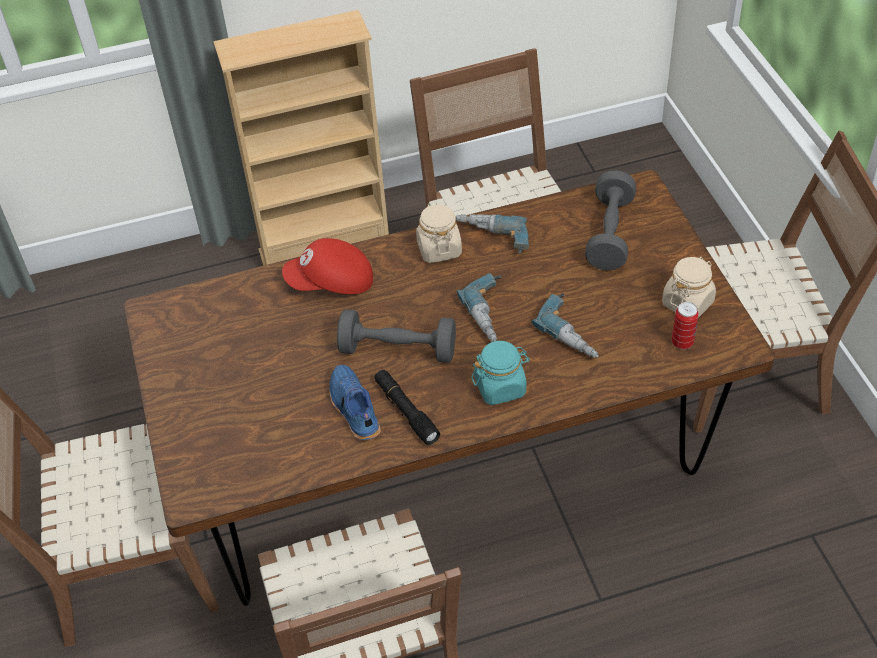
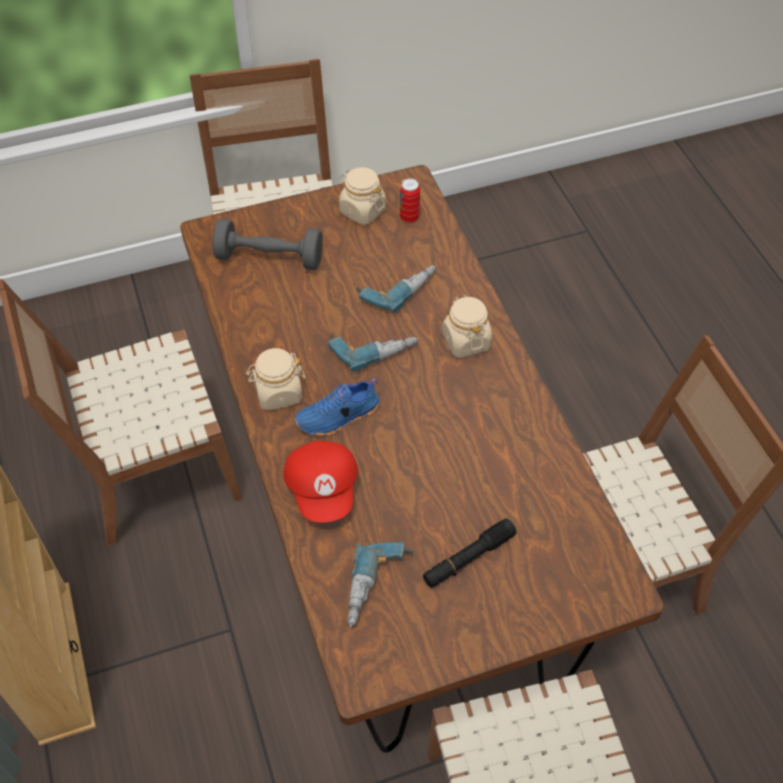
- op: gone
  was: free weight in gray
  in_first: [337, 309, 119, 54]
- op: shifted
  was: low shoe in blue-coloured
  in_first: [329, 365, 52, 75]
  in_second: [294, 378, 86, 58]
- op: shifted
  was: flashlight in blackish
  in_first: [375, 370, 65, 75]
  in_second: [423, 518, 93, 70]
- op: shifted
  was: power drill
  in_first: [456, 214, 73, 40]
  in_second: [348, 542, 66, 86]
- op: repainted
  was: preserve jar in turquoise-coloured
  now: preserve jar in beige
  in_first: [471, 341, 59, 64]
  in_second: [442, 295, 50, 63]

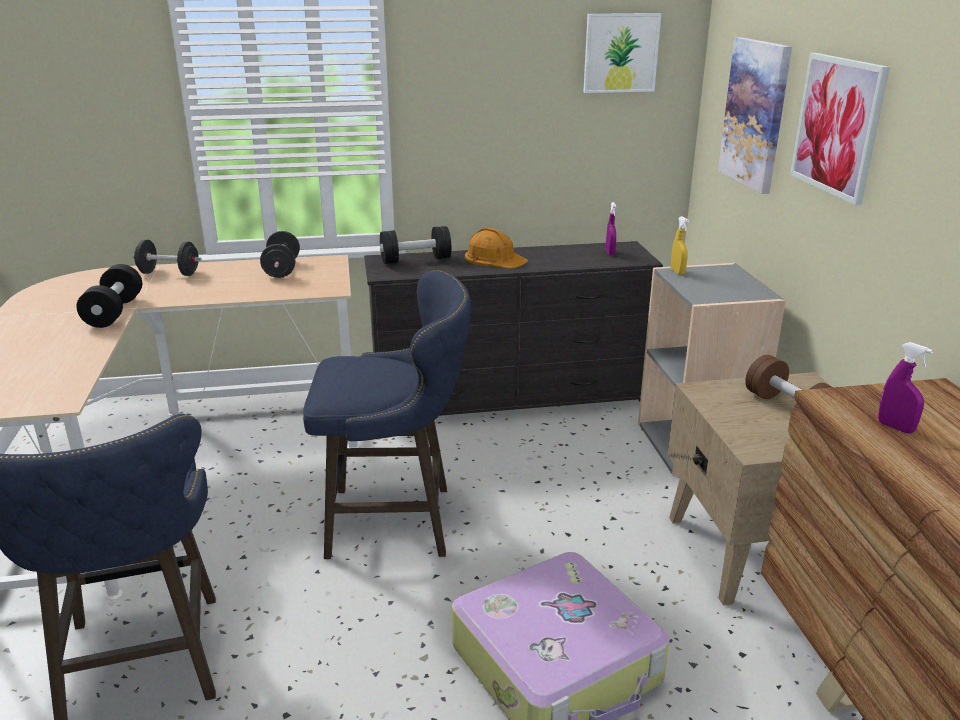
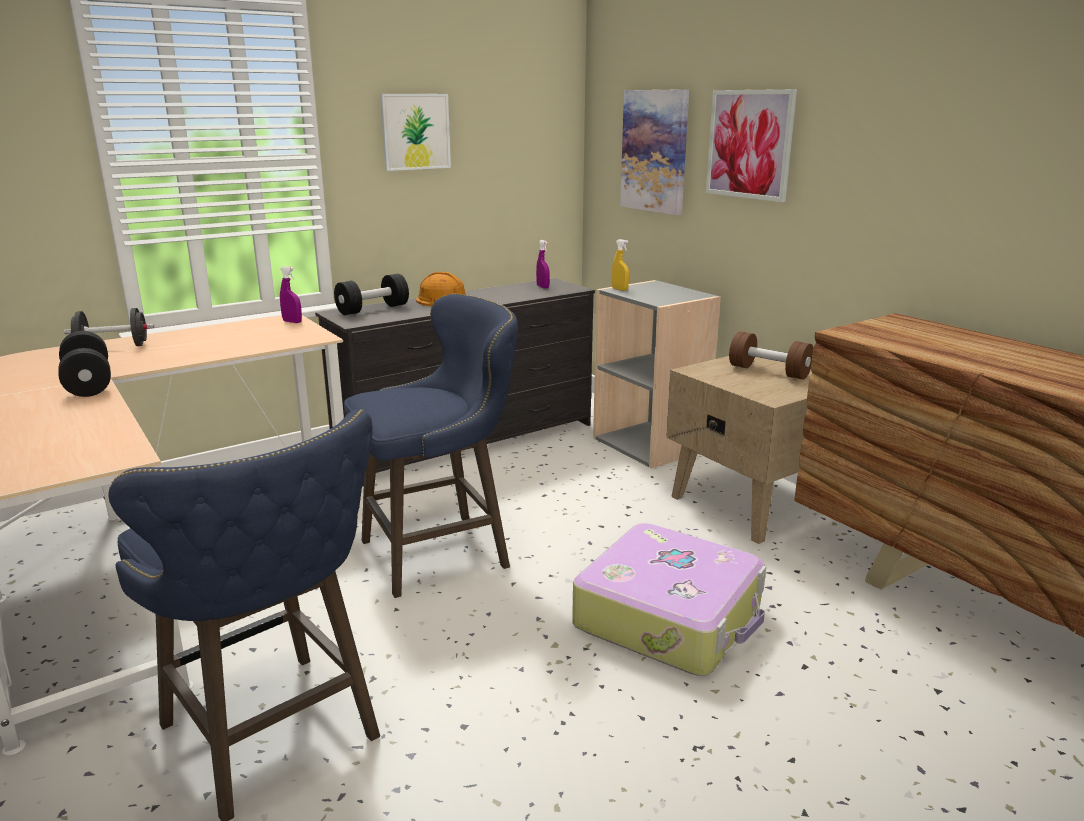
- op: gone
  was: free weight in blackish
  in_first: [260, 231, 40, 47]
- op: shifted
  was: picture
  in_first: [583, 13, 78, 80]
  in_second: [380, 94, 71, 77]
- op: shifted
  was: hand sprayer in purplish
  in_first: [878, 342, 55, 92]
  in_second: [280, 266, 22, 57]

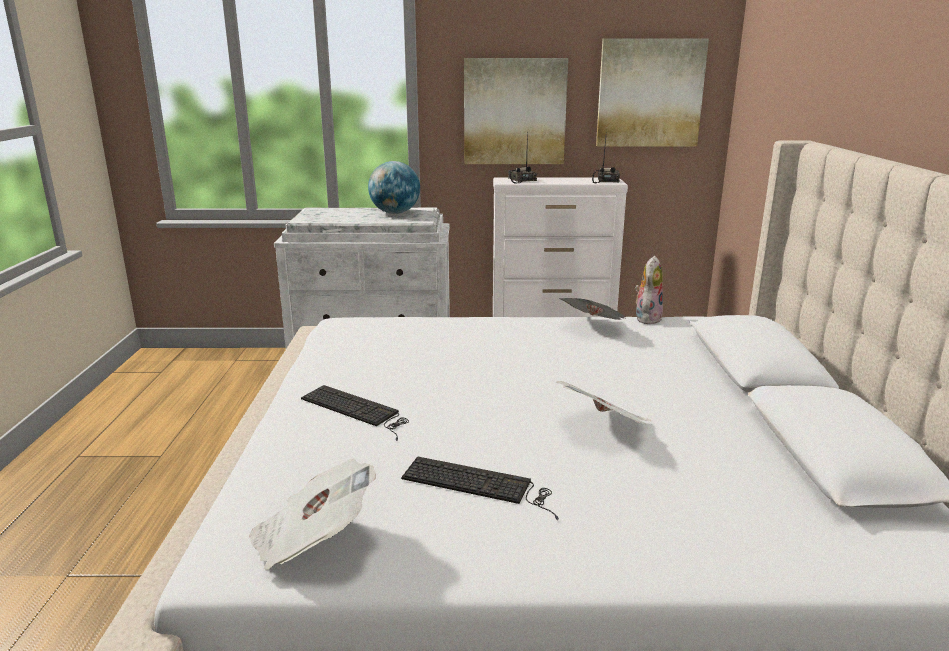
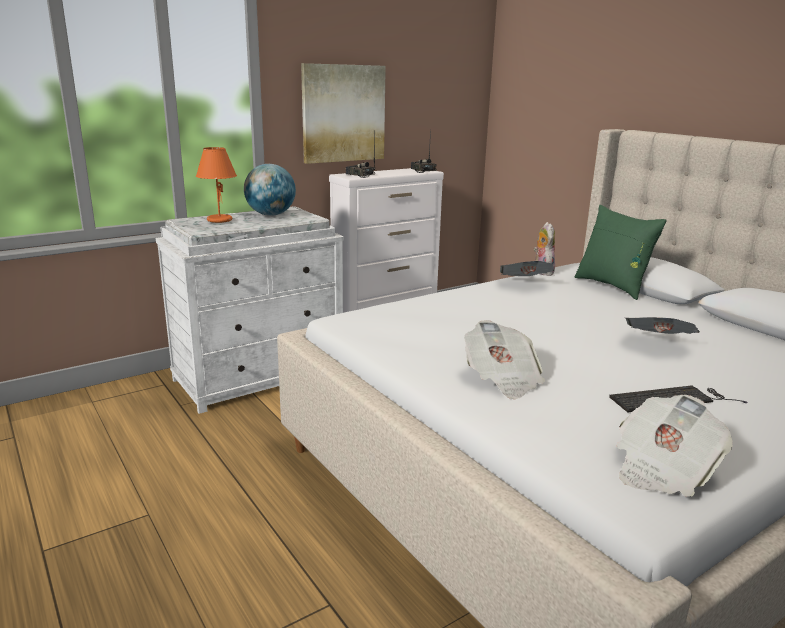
- op: gone
  was: picture
  in_first: [596, 38, 113, 109]
- op: new
  now: table lamp in orange
  in_second: [196, 147, 41, 76]
- op: new
  now: cushion in green
  in_second: [574, 205, 93, 95]
- op: swapped
  was: keyboard
  now: printed paper
  in_first: [301, 385, 108, 56]
  in_second: [464, 320, 81, 80]

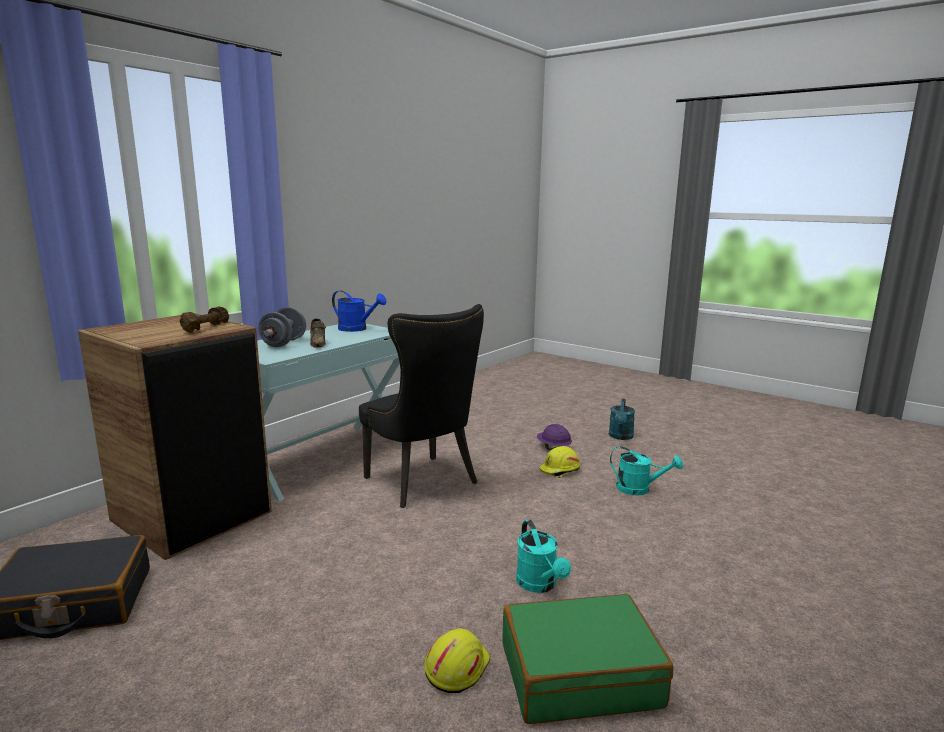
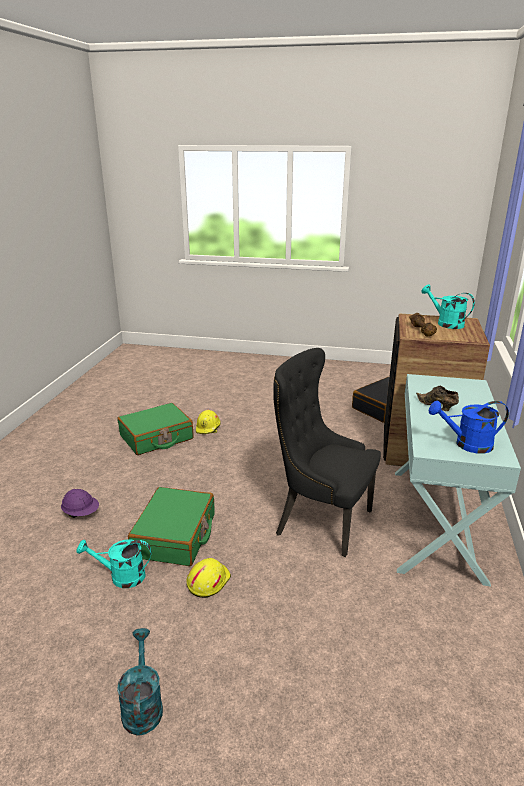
- op: gone
  was: free weight in gray
  in_first: [258, 307, 48, 40]
- op: new
  now: piece of luggage in green
  in_second: [128, 487, 87, 79]
- op: shifted
  was: watering pot in turquoise-coloured
  in_first: [516, 520, 55, 73]
  in_second: [421, 285, 54, 44]
- op: shifted
  was: safety helmet in purplish
  in_first: [537, 424, 35, 26]
  in_second: [61, 489, 38, 29]

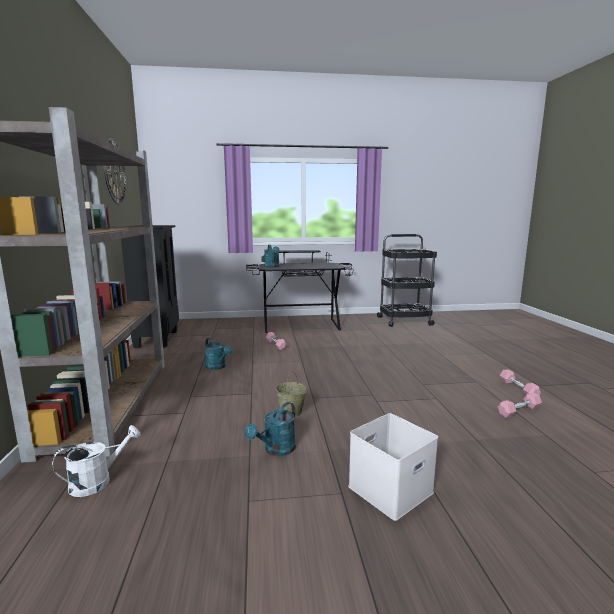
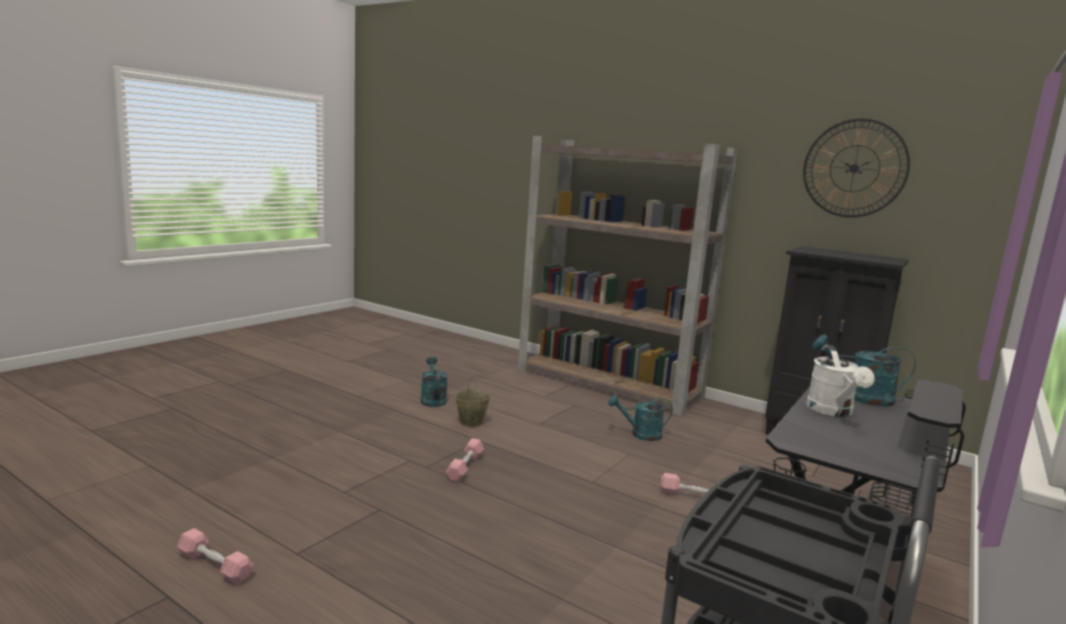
- op: gone
  was: storage box in white
  in_first: [348, 413, 90, 108]
- op: shifted
  was: watering pot in white
  in_first: [52, 425, 88, 72]
  in_second: [806, 345, 69, 72]
- op: shifted
  was: free weight in pink-coloured
  in_first: [497, 392, 45, 26]
  in_second: [446, 438, 38, 44]

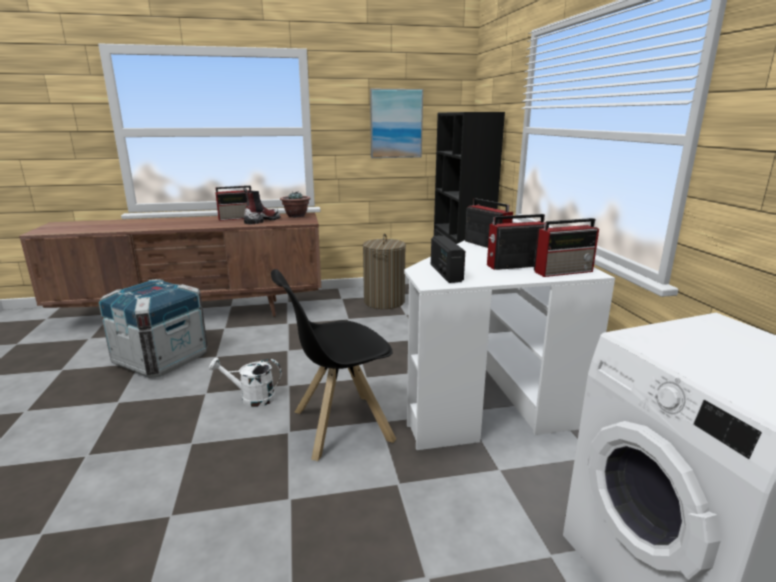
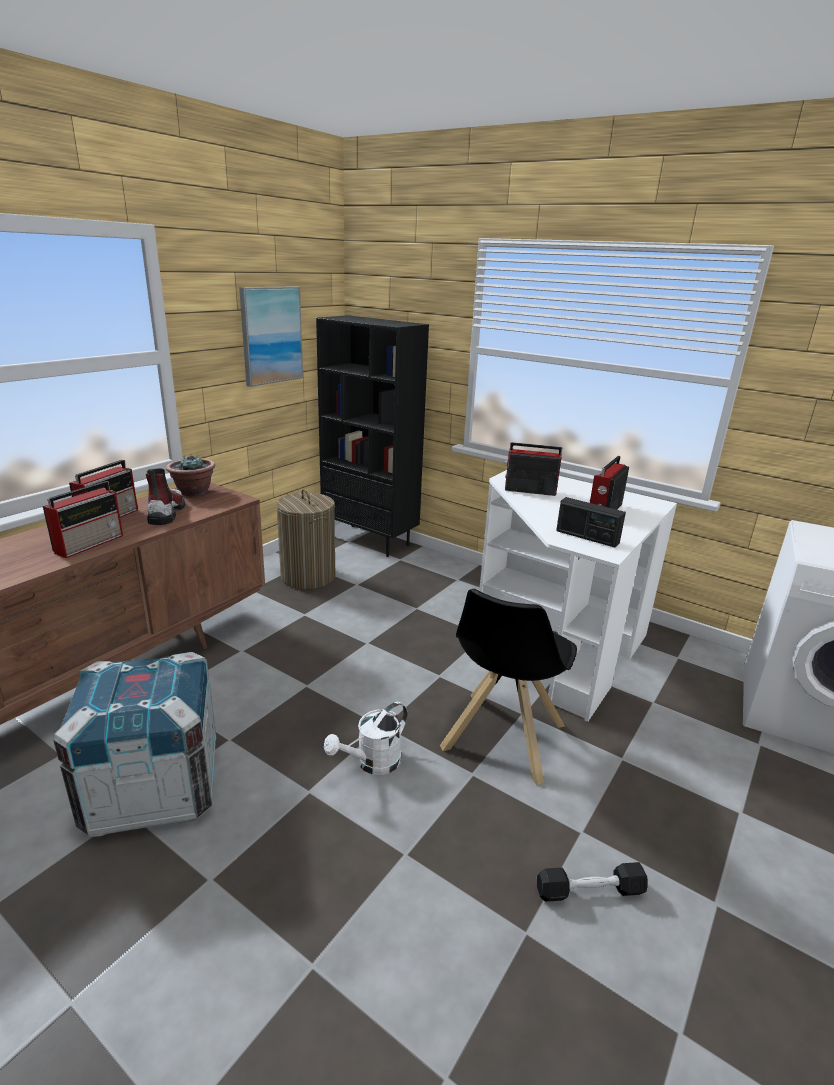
- op: new
  now: free weight in blackish
  in_second: [537, 862, 111, 40]
- op: shifted
  was: radio set
  in_first: [534, 218, 65, 59]
  in_second: [43, 481, 80, 77]

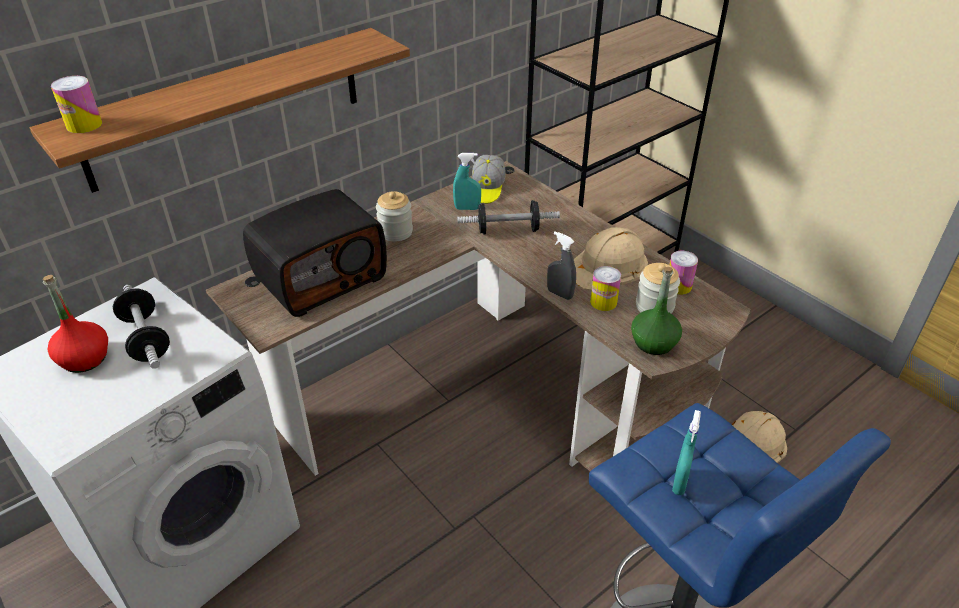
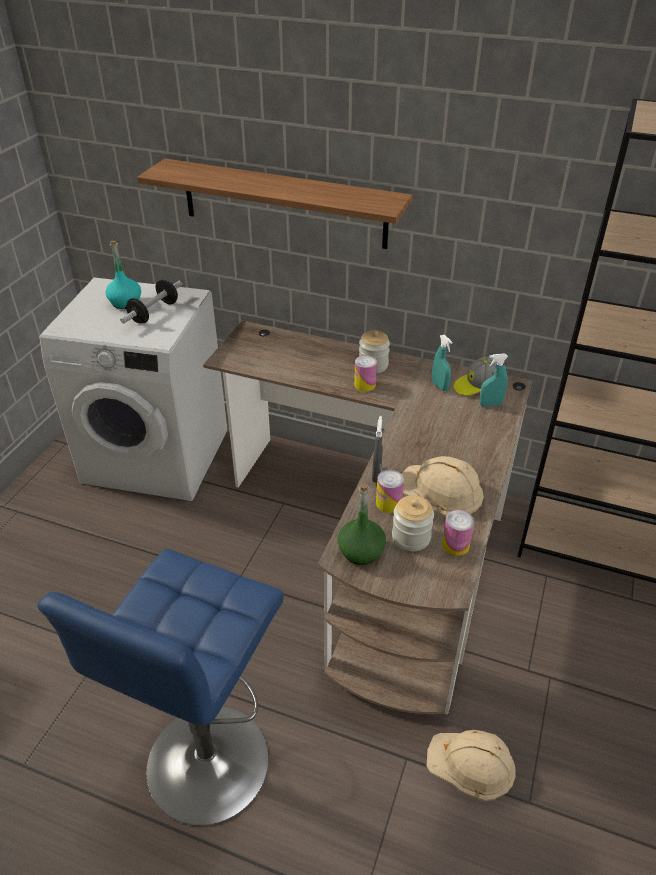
- op: gone
  was: radio set
  in_first: [243, 189, 144, 128]
- op: gone
  was: free weight
  in_first: [457, 200, 103, 35]
- op: shifted
  was: can
  in_first: [51, 76, 51, 57]
  in_second: [354, 355, 23, 37]
- op: shifted
  was: hand sprayer in turquoise-coloured
  in_first: [672, 410, 29, 85]
  in_second: [480, 353, 28, 54]
- op: repainted
  was: bottle in reddish
  now: bottle in turquoise-coloured
  in_first: [43, 275, 65, 98]
  in_second: [105, 241, 36, 68]

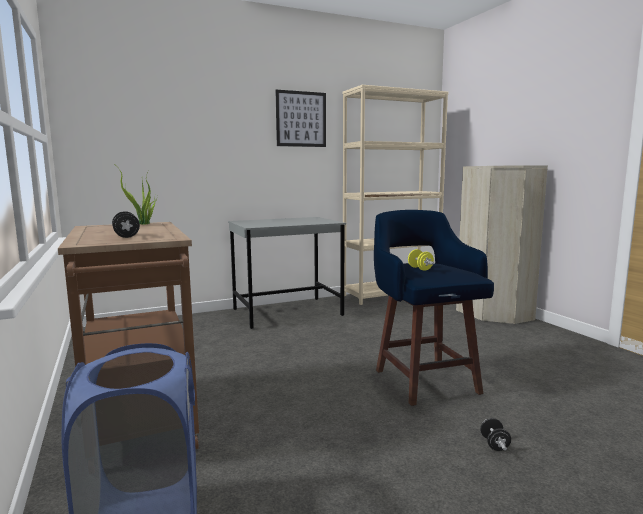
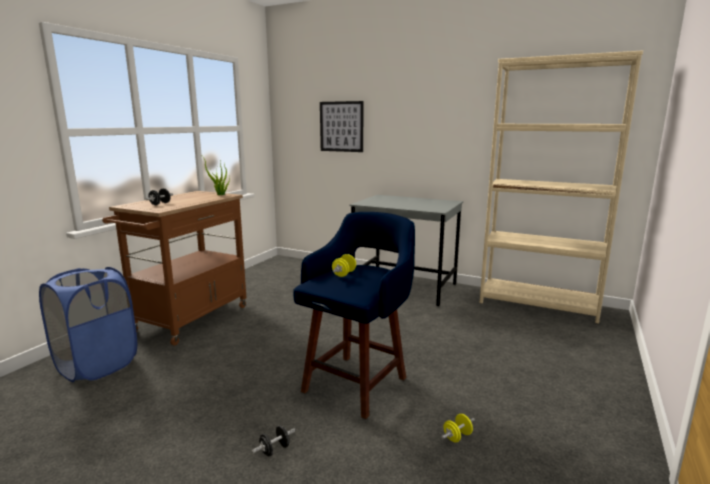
- op: gone
  was: cupboard in beige
  in_first: [456, 165, 92, 159]
- op: new
  now: free weight in yellow
  in_second: [442, 414, 33, 29]
- op: shifted
  was: picture
  in_first: [275, 90, 51, 57]
  in_second: [320, 101, 43, 51]

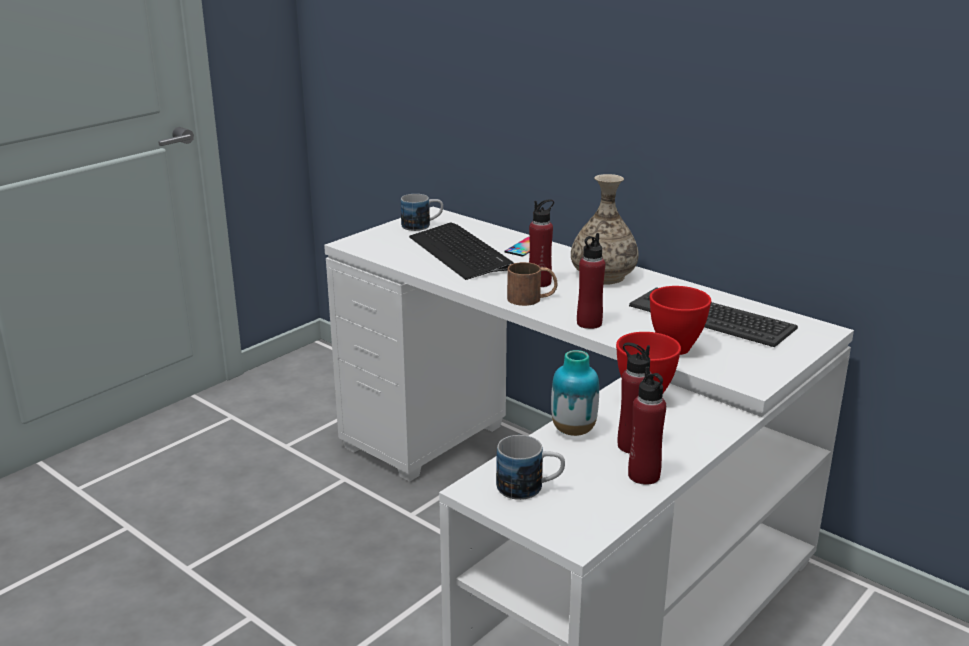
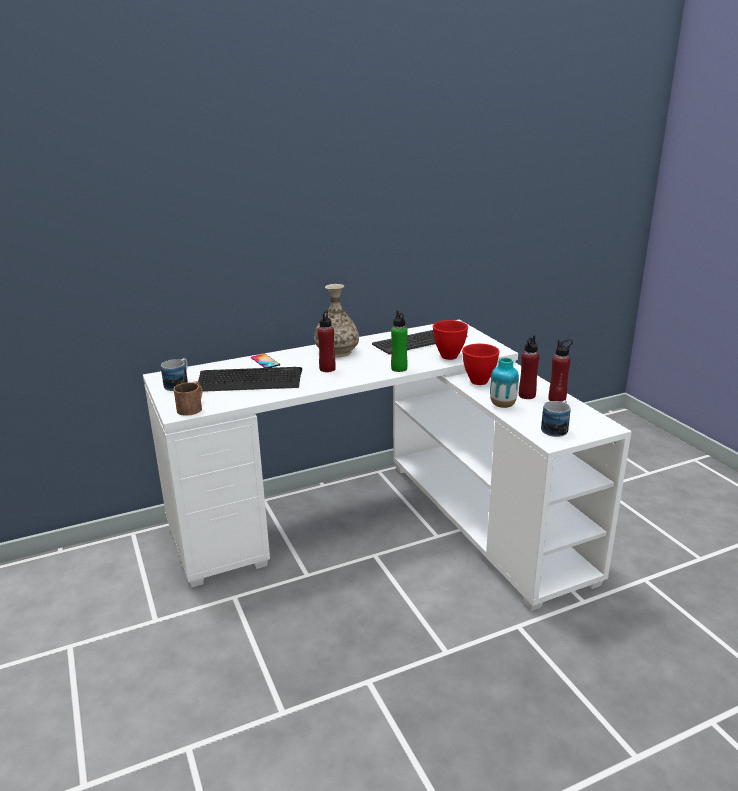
- op: shifted
  was: tea mug in brown-coloured
  in_first: [507, 262, 51, 44]
  in_second: [173, 381, 29, 35]
- op: repainted
  was: bottle in reddish
  now: bottle in green
  in_first: [577, 233, 28, 96]
  in_second: [391, 310, 17, 62]

